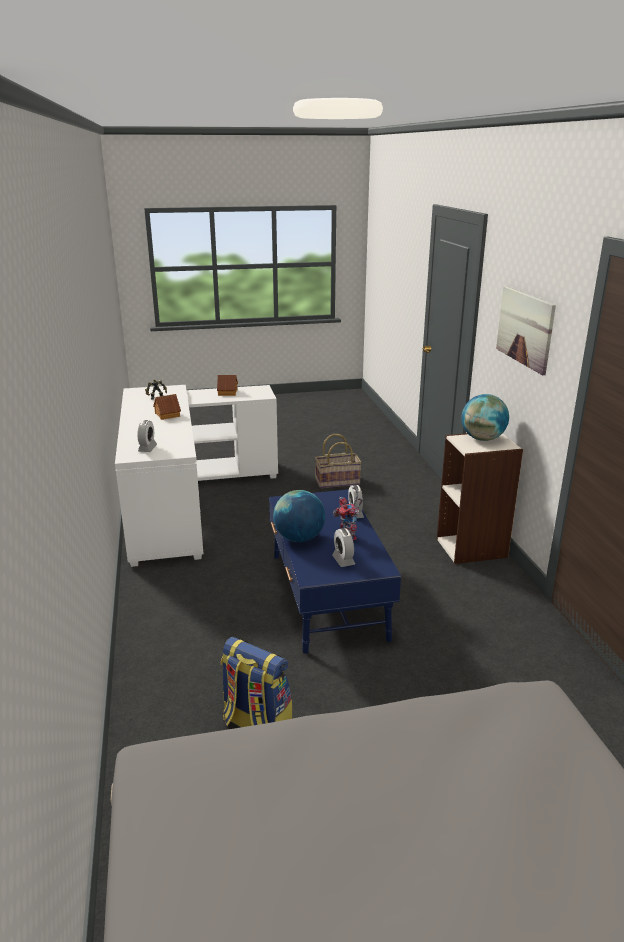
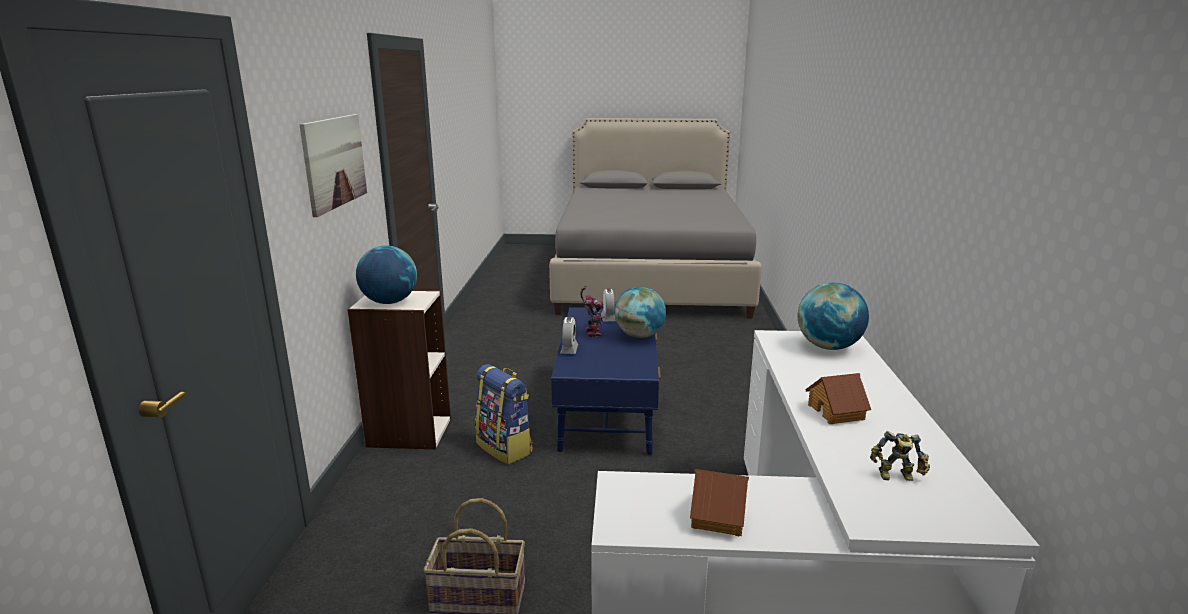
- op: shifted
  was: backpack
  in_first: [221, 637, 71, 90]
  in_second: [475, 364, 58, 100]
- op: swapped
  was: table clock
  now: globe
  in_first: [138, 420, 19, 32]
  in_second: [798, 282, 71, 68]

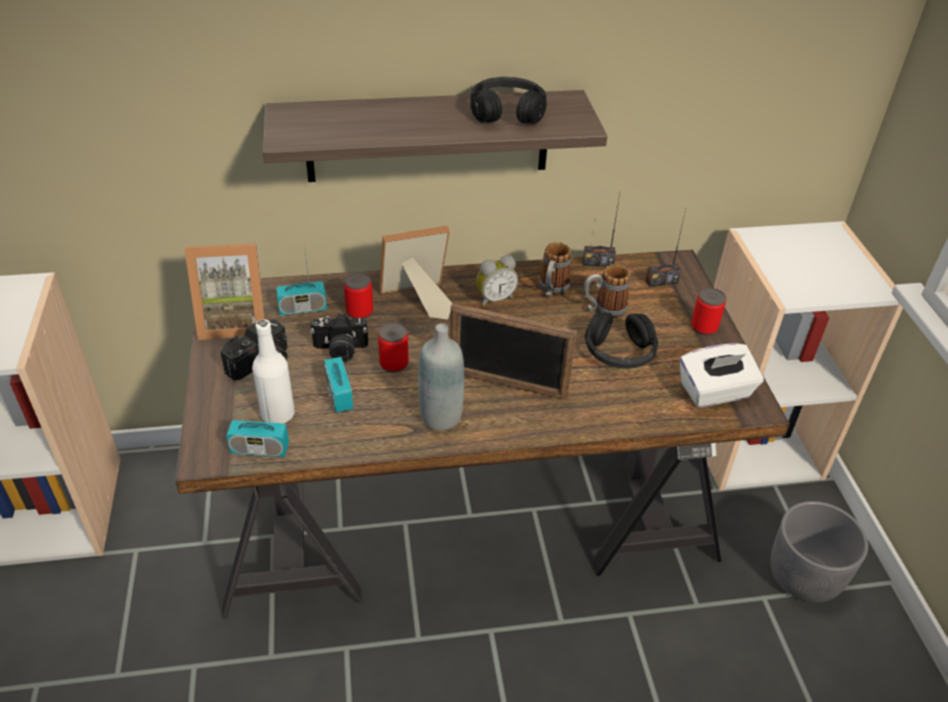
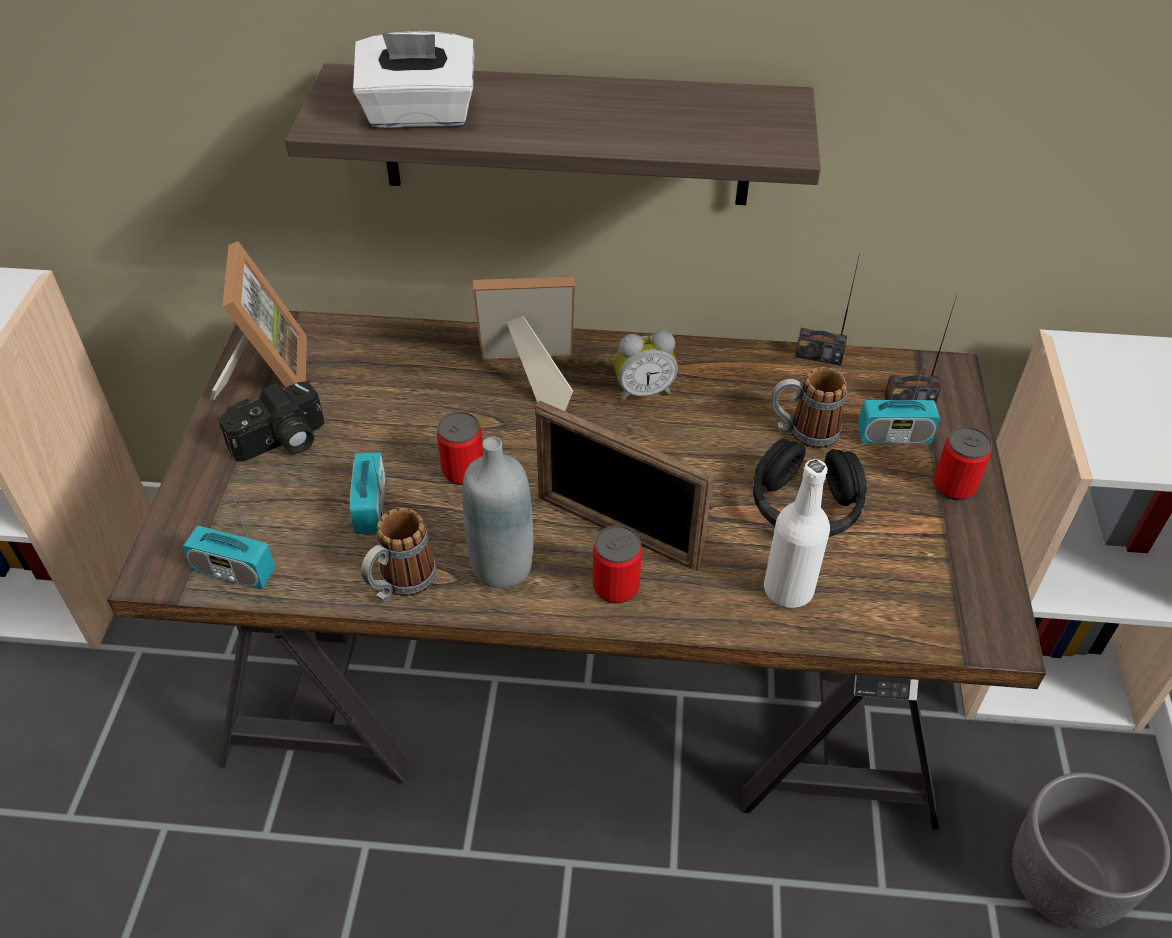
- op: gone
  was: still camera
  in_first: [310, 313, 58, 50]
- op: gone
  was: headset in blackish
  in_first: [470, 77, 77, 47]
- op: shifted
  was: bottle in white
  in_first: [252, 319, 43, 104]
  in_second: [764, 459, 66, 149]
- op: shifted
  was: radio set
  in_first: [276, 245, 51, 70]
  in_second: [858, 348, 82, 96]
- op: shifted
  was: can
  in_first: [344, 272, 29, 47]
  in_second: [593, 525, 49, 79]
- op: shifted
  was: tea mug
  in_first: [539, 242, 32, 55]
  in_second: [361, 508, 76, 93]
- op: shifted
  was: box of tissues in white
  in_first: [680, 343, 84, 65]
  in_second: [353, 31, 122, 97]
- op: rotated
  was: photo frame
  in_first: [185, 243, 80, 97]
  in_second: [210, 241, 97, 160]
  clockwise: -105

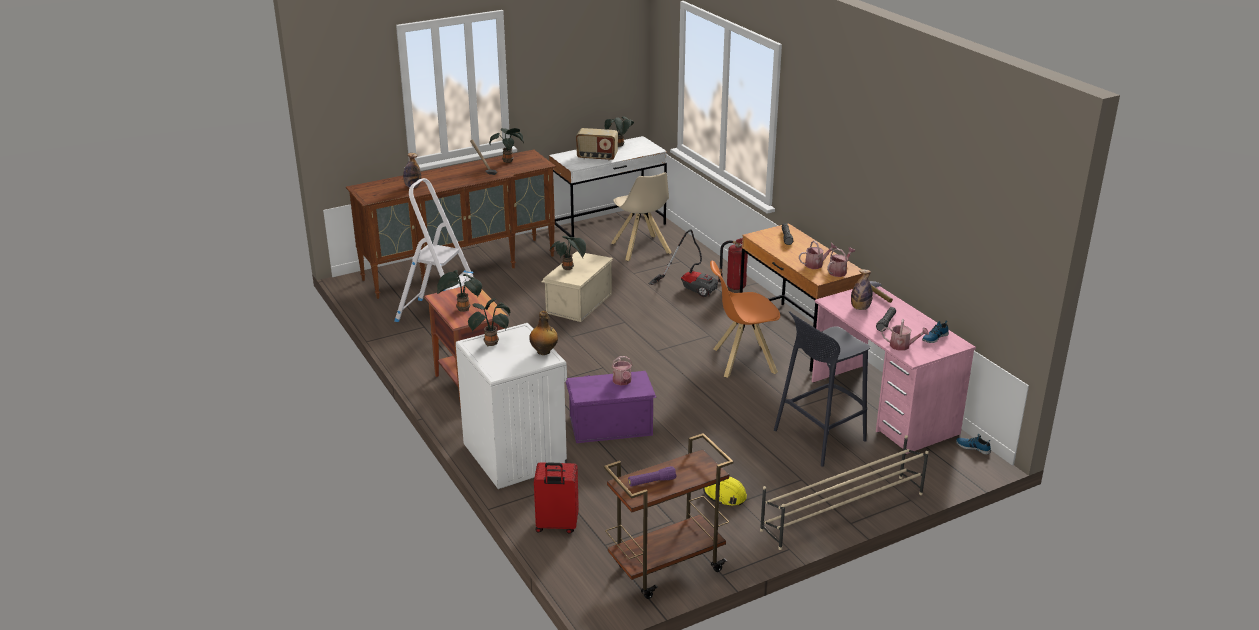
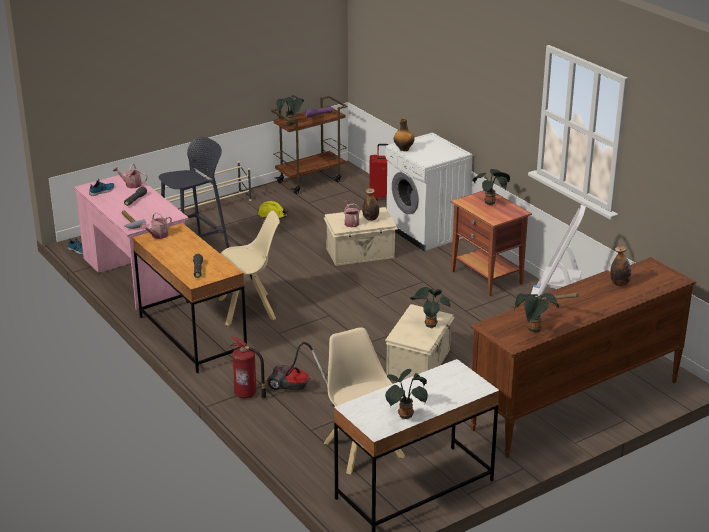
- op: gone
  was: radio set
  in_first: [576, 128, 42, 33]
- op: gone
  was: watering pot
  in_first: [799, 241, 38, 28]
- op: shifted
  was: plant in a pot
  in_first: [468, 298, 43, 48]
  in_second: [277, 95, 27, 30]
- op: shifted
  was: bottle
  in_first: [851, 269, 22, 41]
  in_second: [362, 188, 17, 33]
- op: repainted
  was: storage box in purplish
  now: storage box in beige
  in_first: [566, 371, 90, 72]
  in_second: [324, 207, 74, 59]
- op: repainted
  was: chair in orange
  now: chair in beige
  in_first: [710, 261, 70, 117]
  in_second: [219, 211, 61, 115]

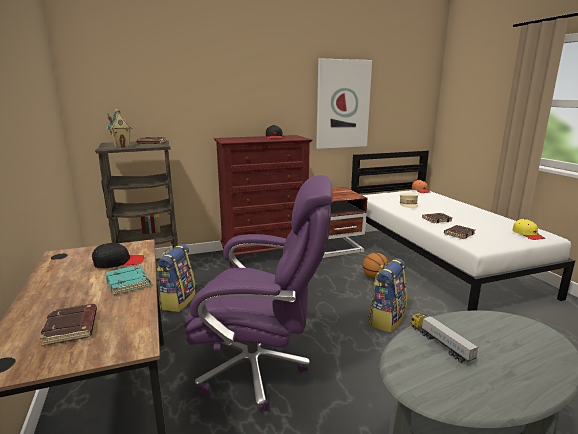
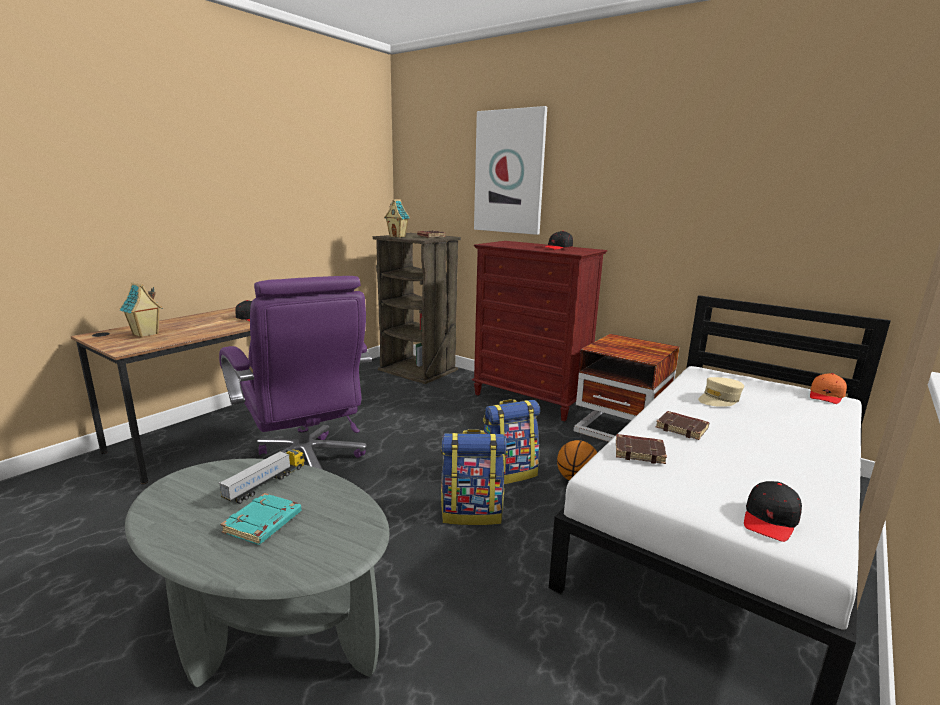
- op: shifted
  was: book in turquoise-coloured
  in_first: [105, 265, 46, 30]
  in_second: [221, 493, 81, 52]
- op: shifted
  was: backpack
  in_first: [157, 244, 39, 68]
  in_second: [483, 399, 57, 85]
- op: shifted
  was: picture
  in_first: [316, 59, 56, 90]
  in_second: [474, 106, 73, 129]
- op: swapped
  was: book in brown-coloured
  now: model house
  in_first: [40, 304, 57, 42]
  in_second: [120, 282, 43, 55]
- op: repainted
  was: peaked cap in yellow
  now: peaked cap in blackish
  in_first: [512, 219, 34, 21]
  in_second: [744, 481, 58, 61]

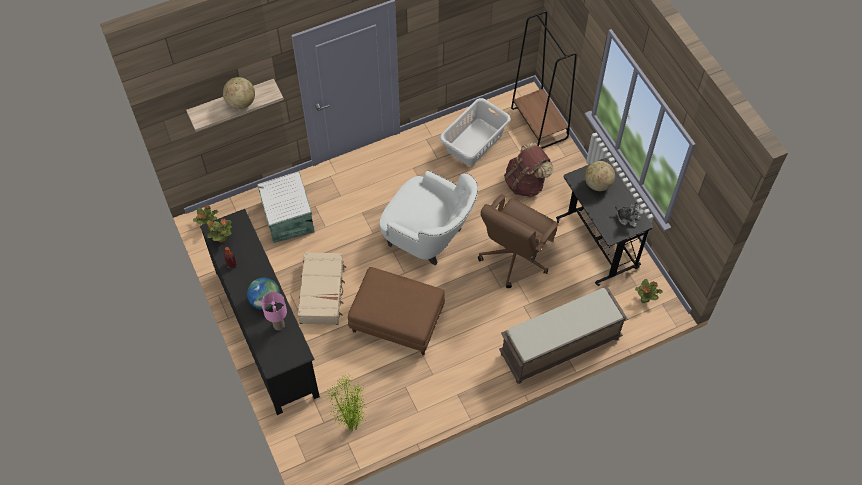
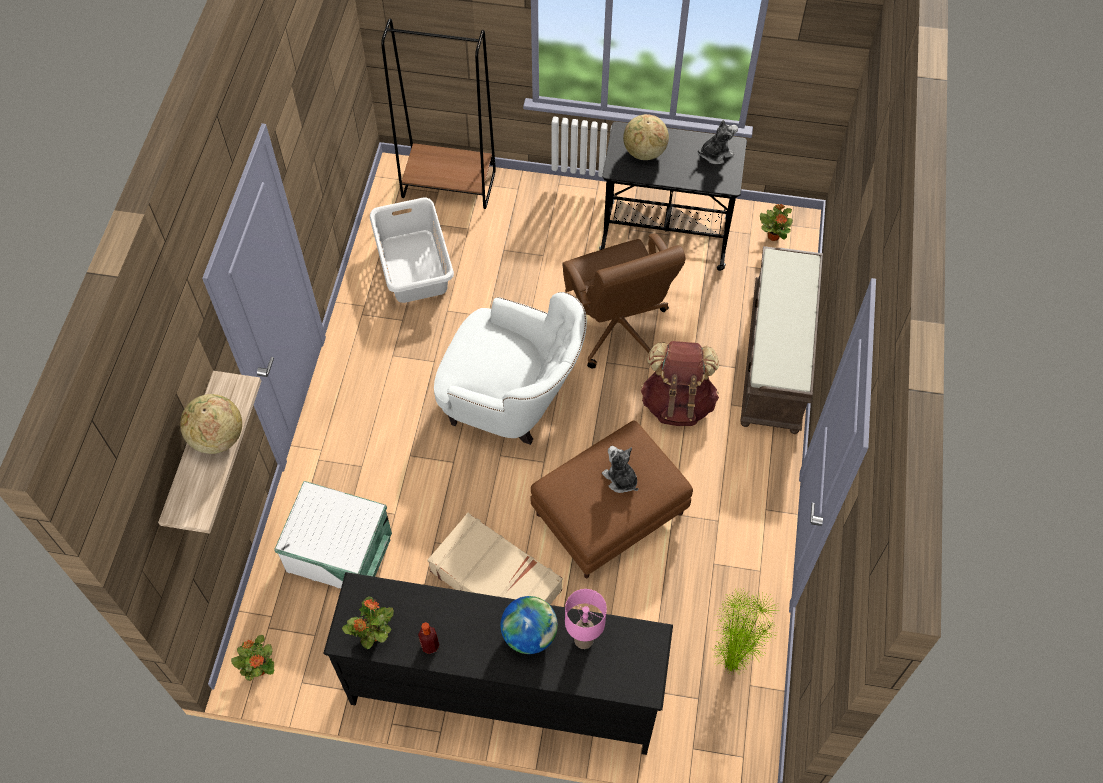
- op: new
  now: soft toy
  in_second: [602, 446, 37, 47]
- op: shifted
  was: backpack in brown-coloured
  in_first: [504, 143, 50, 54]
  in_second: [641, 341, 78, 85]
- op: rotated
  was: easy chair in white
  in_first: [380, 171, 98, 95]
  in_second: [434, 292, 153, 153]
  clockwise: 45

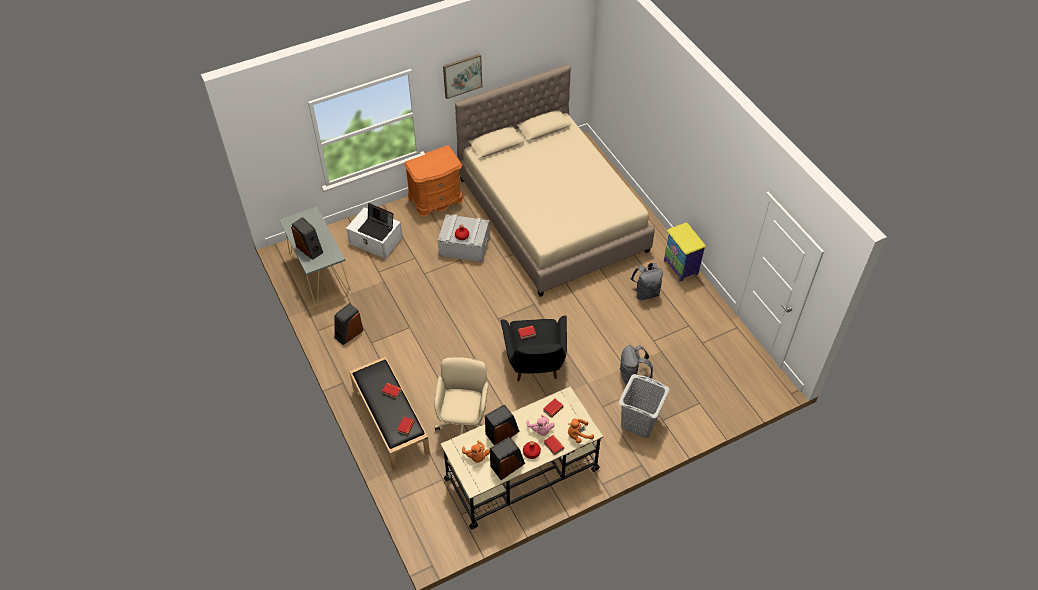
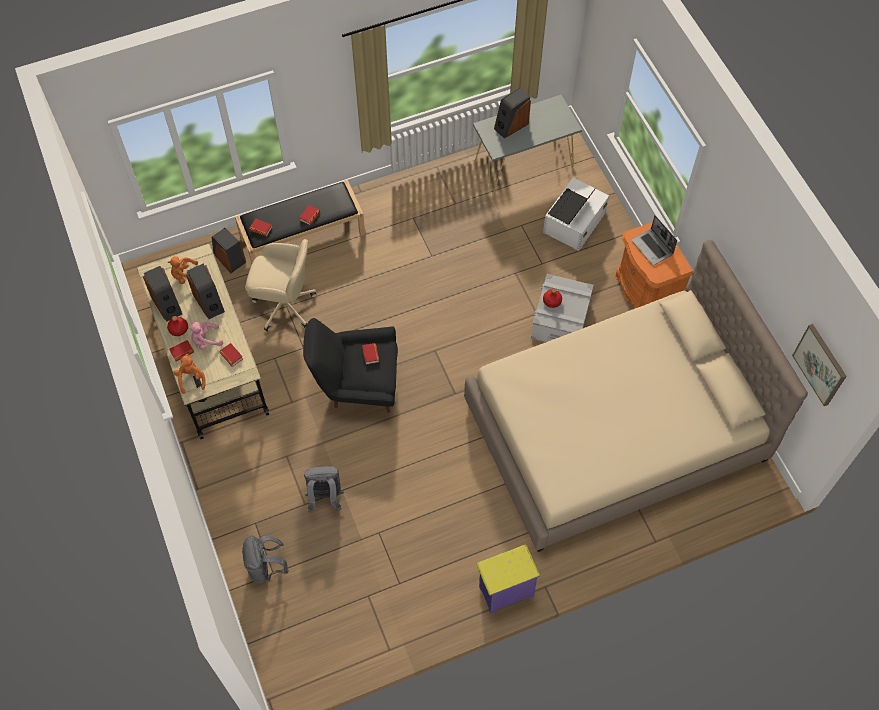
- op: gone
  was: hamper in gray
  in_first: [619, 374, 50, 64]
- op: new
  now: portable computer
  in_second: [631, 215, 46, 50]
- op: shifted
  was: loudspeaker
  in_first: [334, 303, 29, 42]
  in_second: [212, 228, 34, 45]
- op: shifted
  was: picture
  in_first: [443, 54, 39, 45]
  in_second: [792, 324, 55, 82]
- op: shifted
  was: backpack in gray
  in_first: [631, 263, 32, 37]
  in_second: [242, 535, 47, 48]

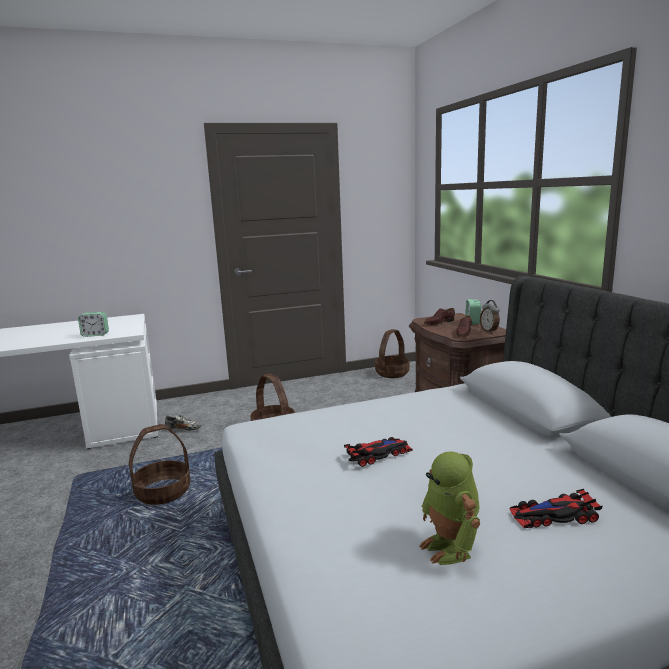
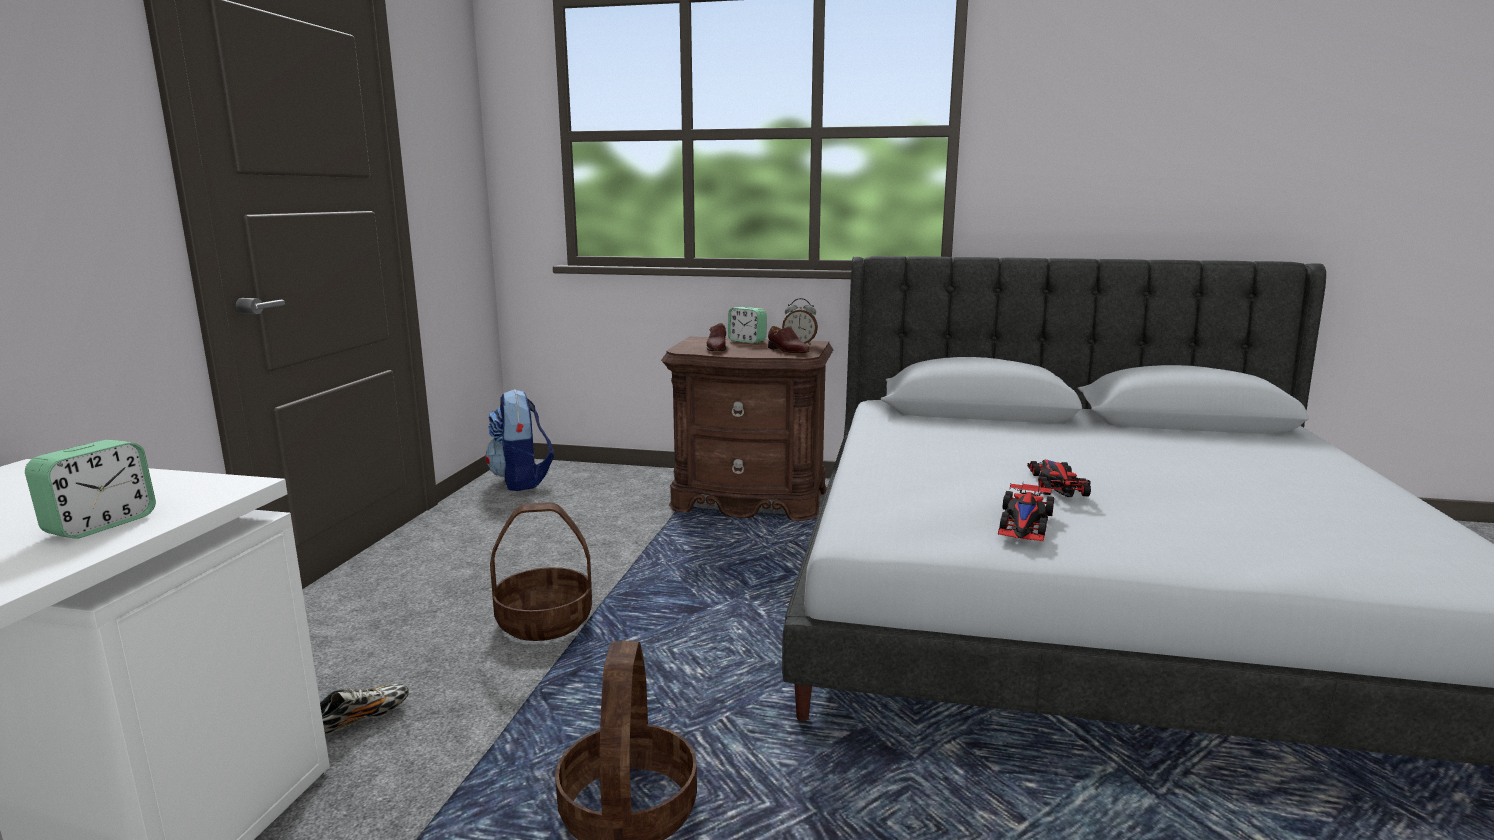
- op: gone
  was: robot figure
  in_first: [419, 451, 61, 114]
- op: shifted
  was: model car
  in_first: [510, 489, 92, 39]
  in_second: [998, 483, 56, 58]
- op: swapped
  was: household basket
  now: backpack
  in_first: [375, 329, 35, 49]
  in_second: [485, 389, 69, 102]

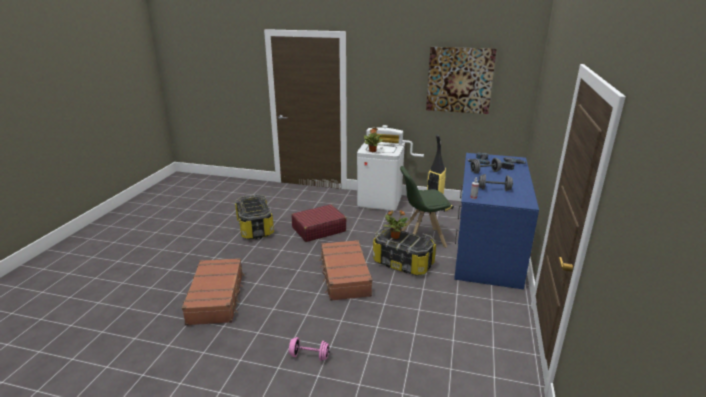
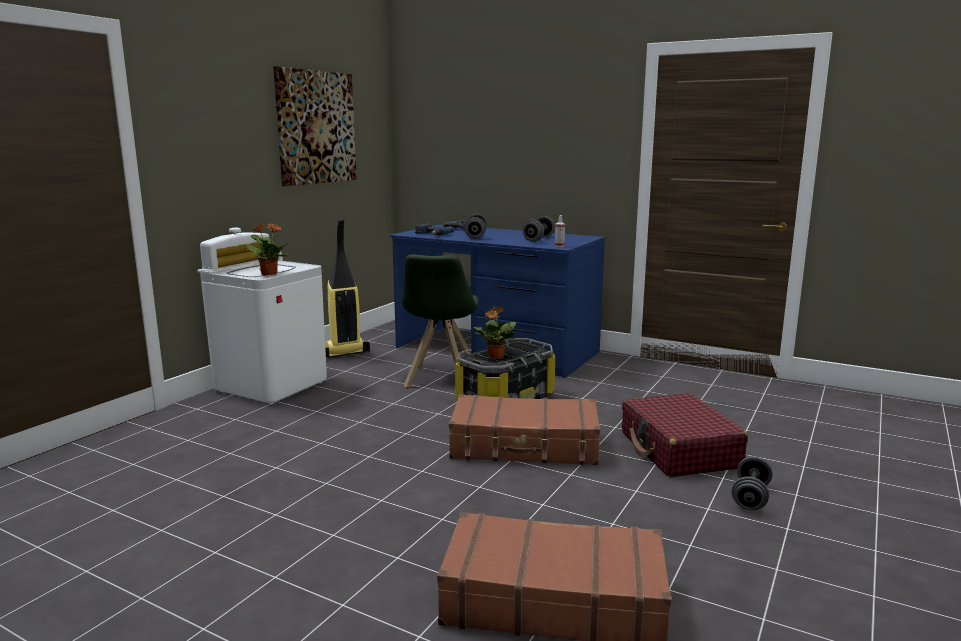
- op: gone
  was: storage box
  in_first: [235, 194, 39, 45]
- op: shifted
  was: piece of luggage in reddish
  in_first: [291, 204, 56, 38]
  in_second: [622, 393, 126, 84]
- op: repainted
  was: free weight in pink-coloured
  now: free weight in gray
  in_first: [289, 337, 41, 24]
  in_second: [732, 456, 40, 54]

